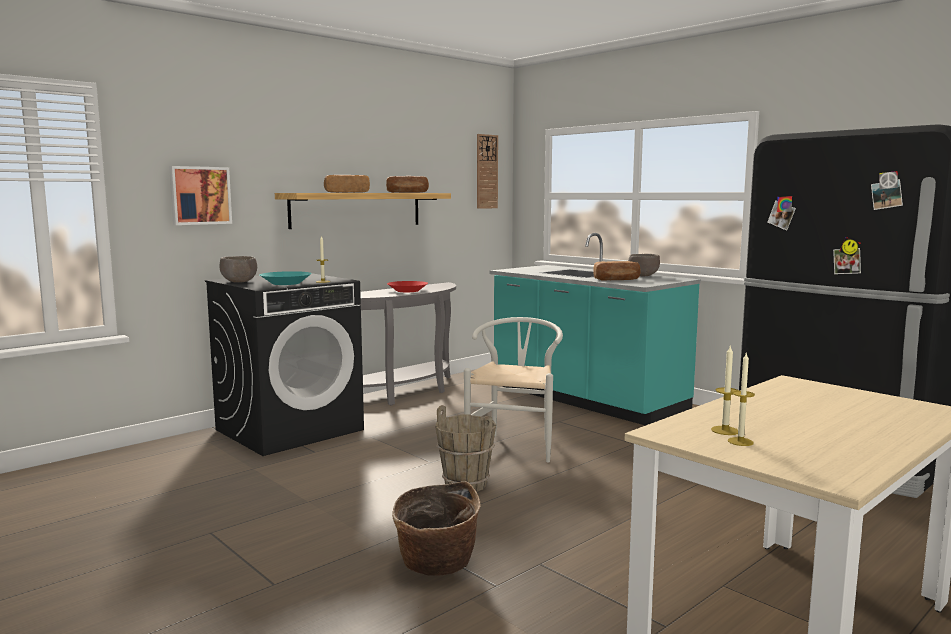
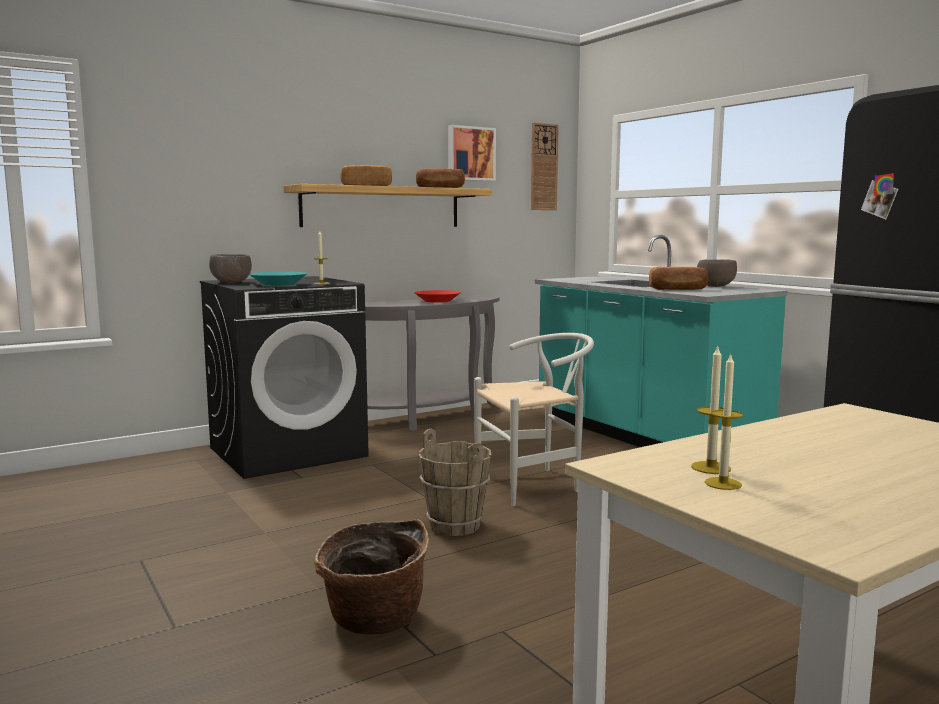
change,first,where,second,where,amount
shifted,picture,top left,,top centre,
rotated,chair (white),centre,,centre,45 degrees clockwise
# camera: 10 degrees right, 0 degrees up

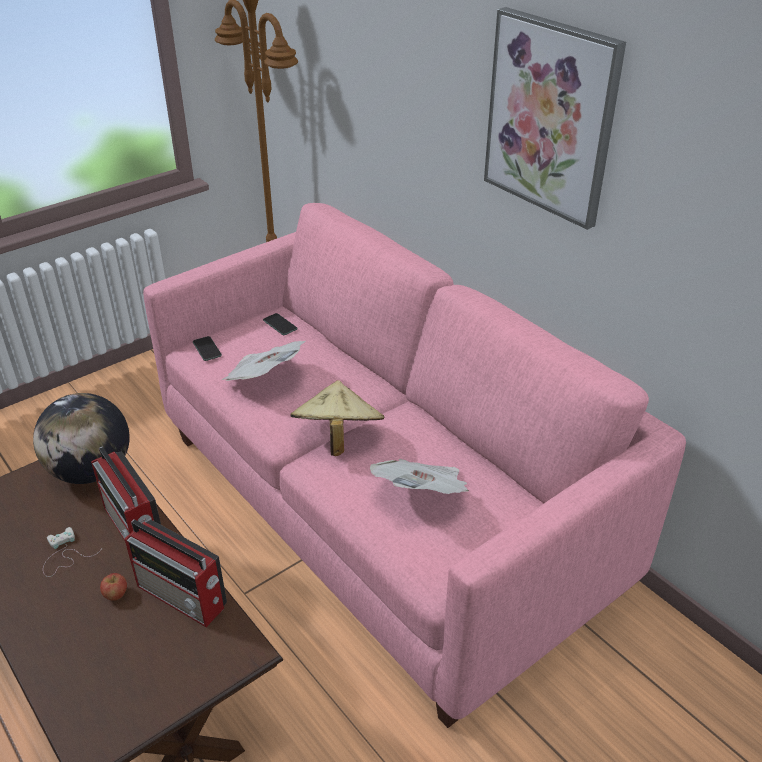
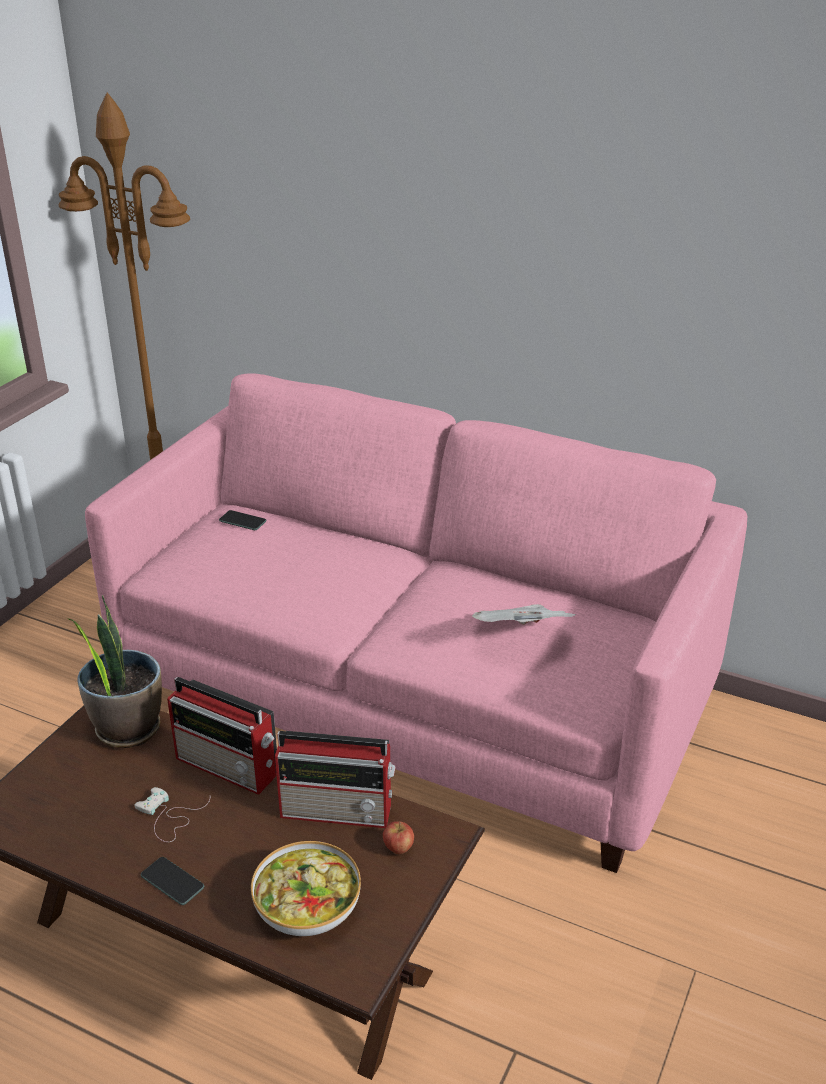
change,first,where,second,where,amount
swapped,globe,middle left,potted plant,middle left,
shifted,phone (no. 1 from left),middle left,,bottom left,
new,,,bowl,bottom centre,
shifted,apple,bottom left,,bottom centre,
gone,newspaper (no. 1 from left),centre,,,
gone,hat (beige),centre,,,
gone,picture,top right,,,
# camera: 25 degrees left, 5 degrees down

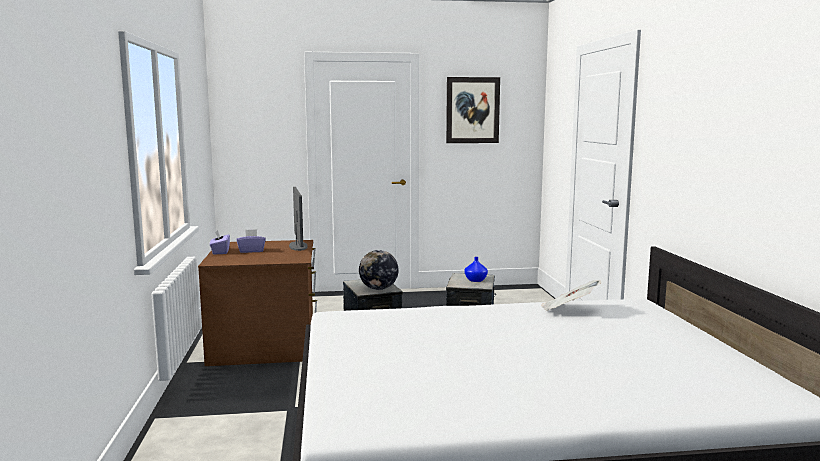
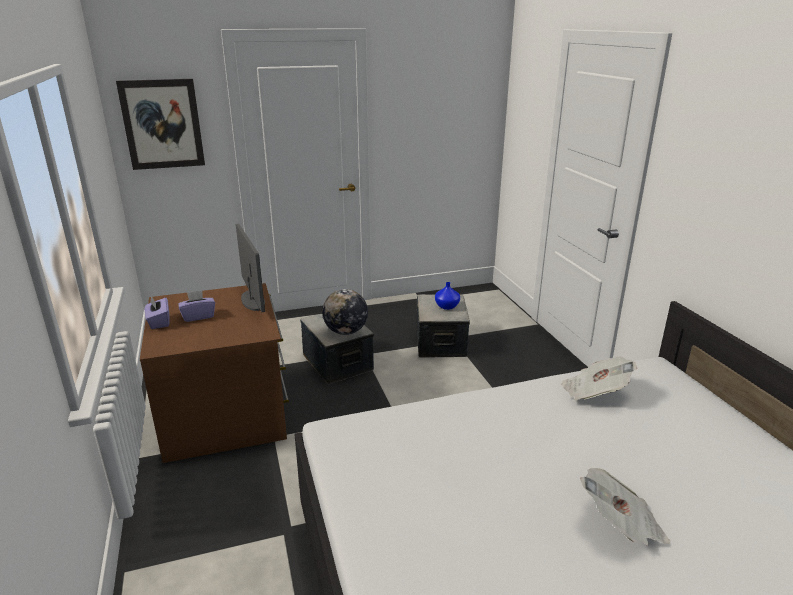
change,first,where,second,where,amount
shifted,picture,top centre,,top left,
new,,,newspaper (no. 2 from left),bottom right,
# camera: 10 degrees left, 15 degrees up

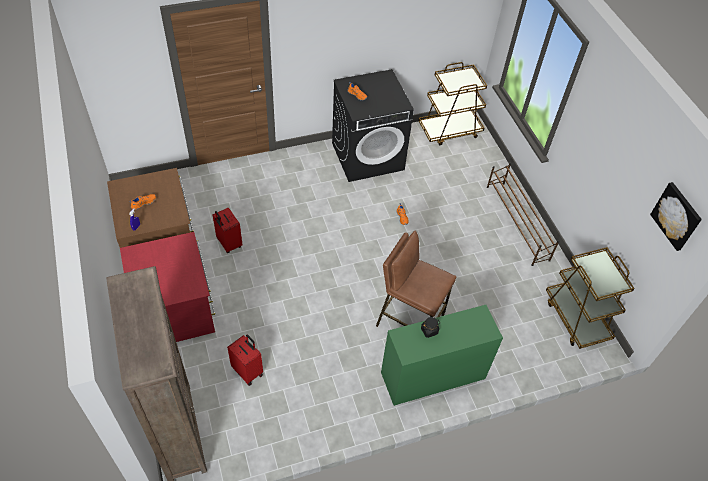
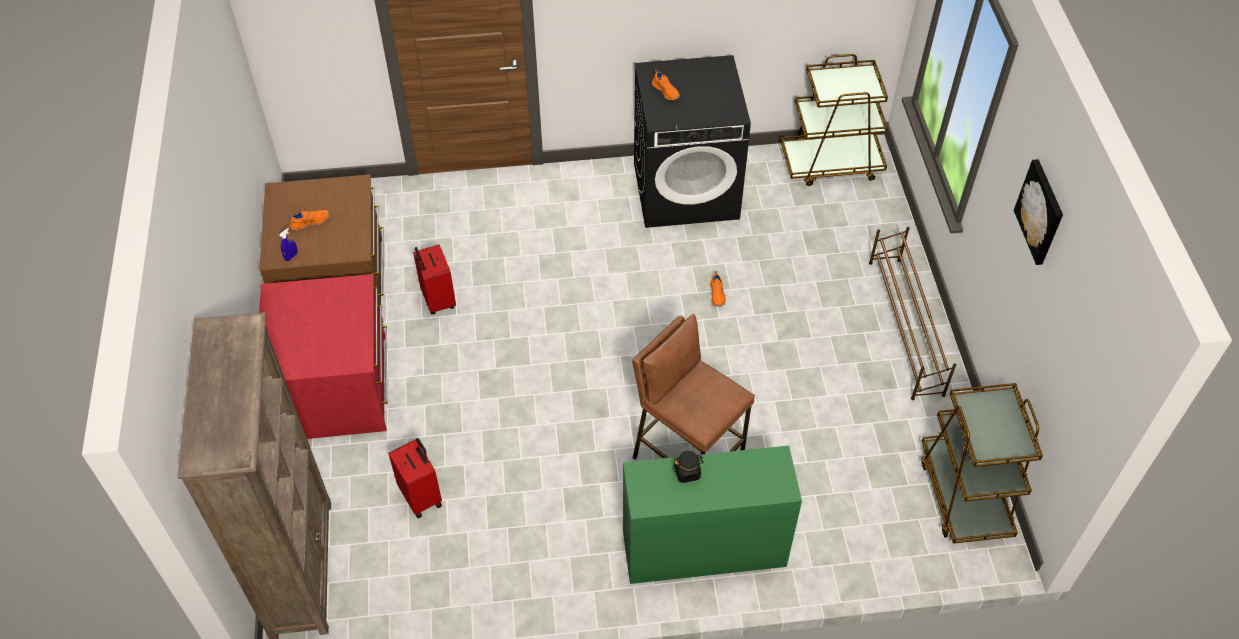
change,first,where,second,where,amount
shifted,picture,middle right,,top right,
# camera: 15 degrees right, 0 degrees up

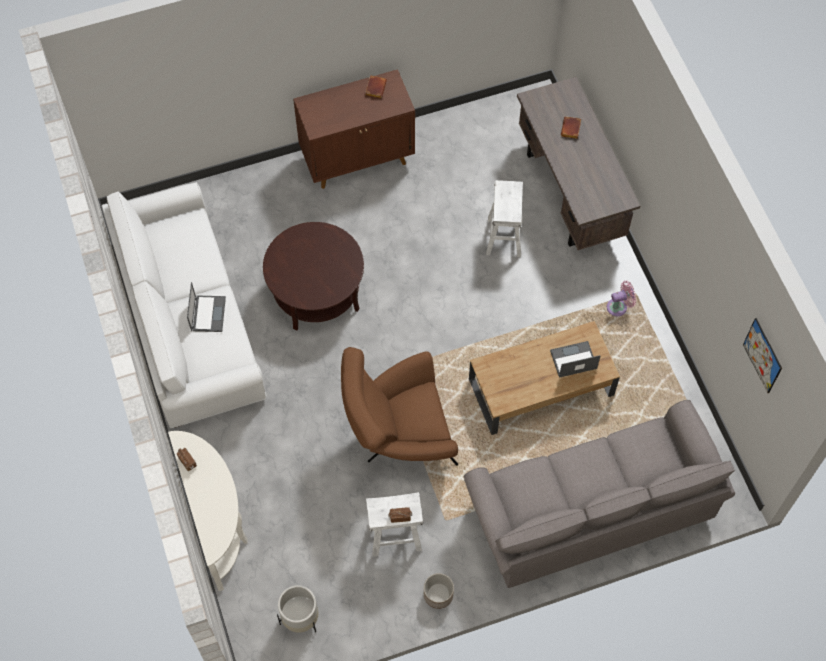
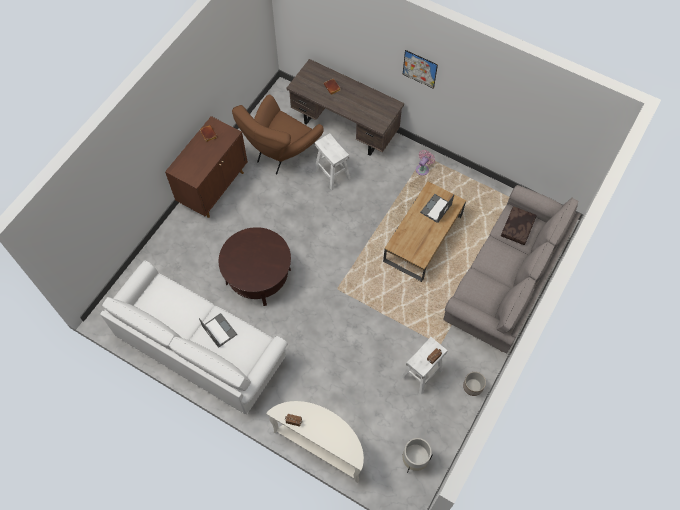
change,first,where,second,where,amount
shifted,armchair (brown),centre,,top centre,
shifted,picture,middle right,,top centre,
new,,,pillow (brown),middle right,
# camera: 40 degrees left, 0 degrees up

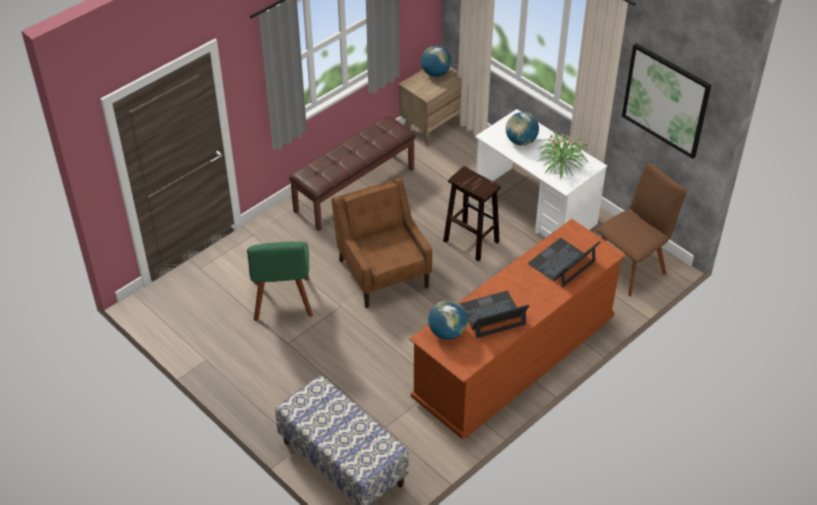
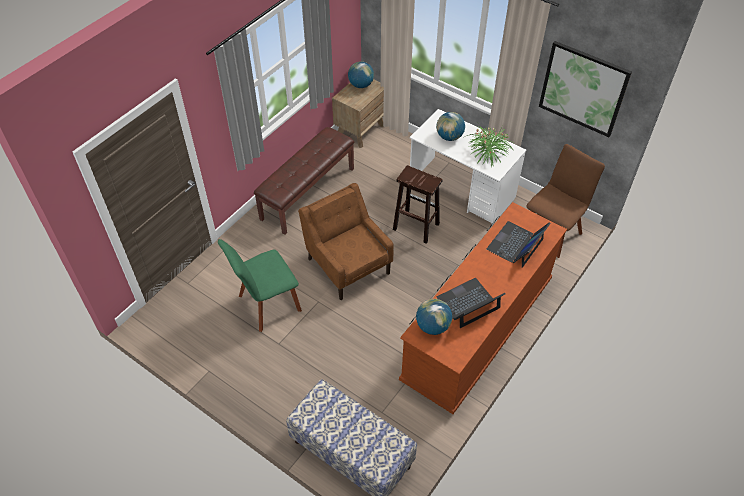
change,first,where,second,where,amount
rotated,chair (green),centre,,centre,75 degrees clockwise
# camera: 10 degrees left, 5 degrees up

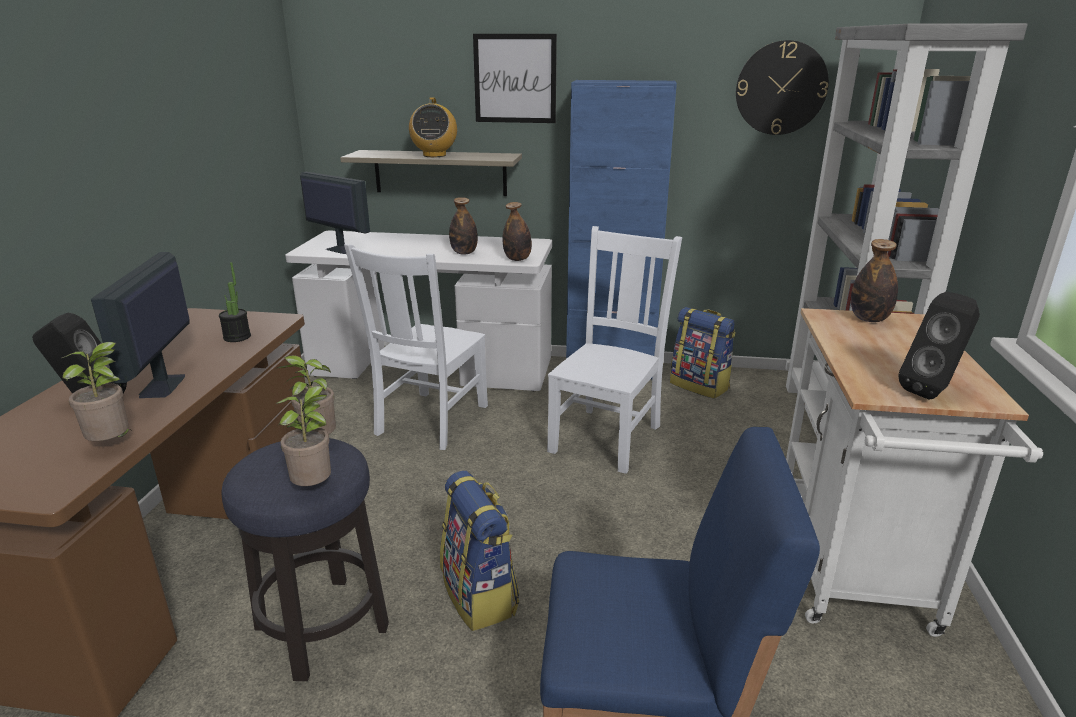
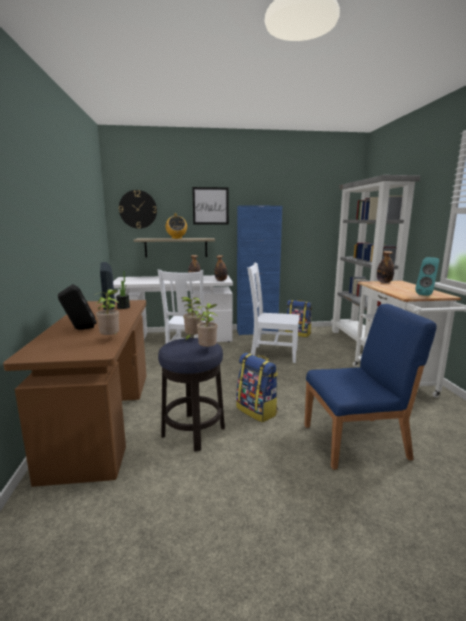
change,first,where,second,where,amount
shifted,wall clock,top right,,middle left,
rotated,chair (white) (no. 2 from left),centre,,centre,90 degrees counterclockwise
repainted,speaker (black) (no. 2 from left),middle right,speaker (turquoise),middle right,
gone,monitor (no. 2 from left),top left,,,
# camera: 15 degrees left, 10 degrees down

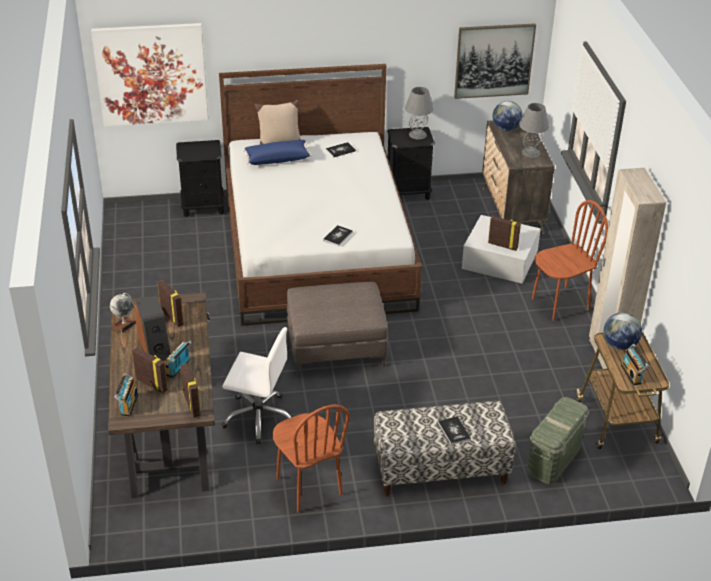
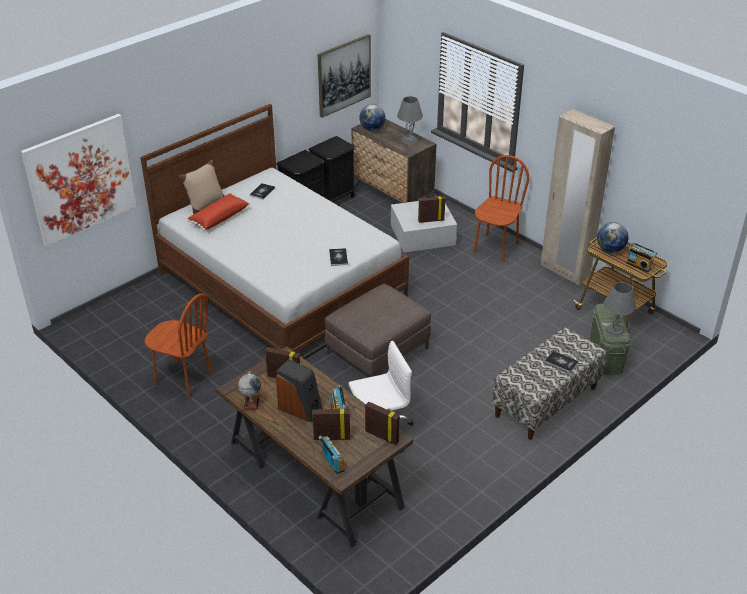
change,first,where,second,where,amount
shifted,chair (brown) (no. 1 from left),bottom centre,,middle left,
repainted,pillow (blue),top centre,pillow (red),middle left,
shifted,nightstand (black) (no. 1 from left in the first image),top left,nightstand (black) (no. 2 from left),top centre,
shifted,table lamp (grey) (no. 1 from left in the first image),top centre,table lamp (grey) (no. 2 from left),middle right,
# camera: 35 degrees left, 0 degrees up

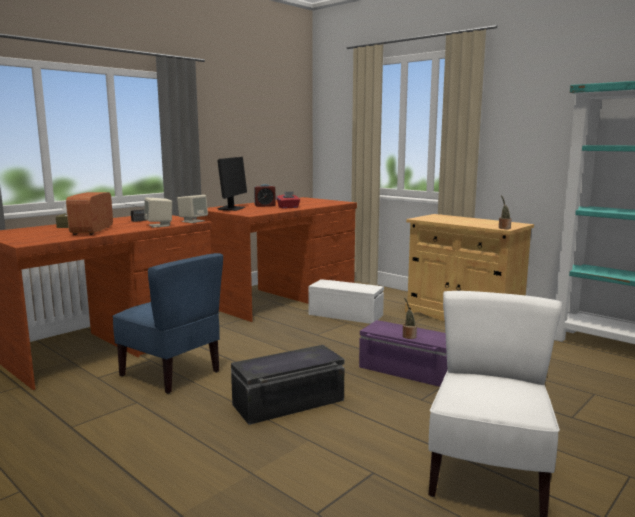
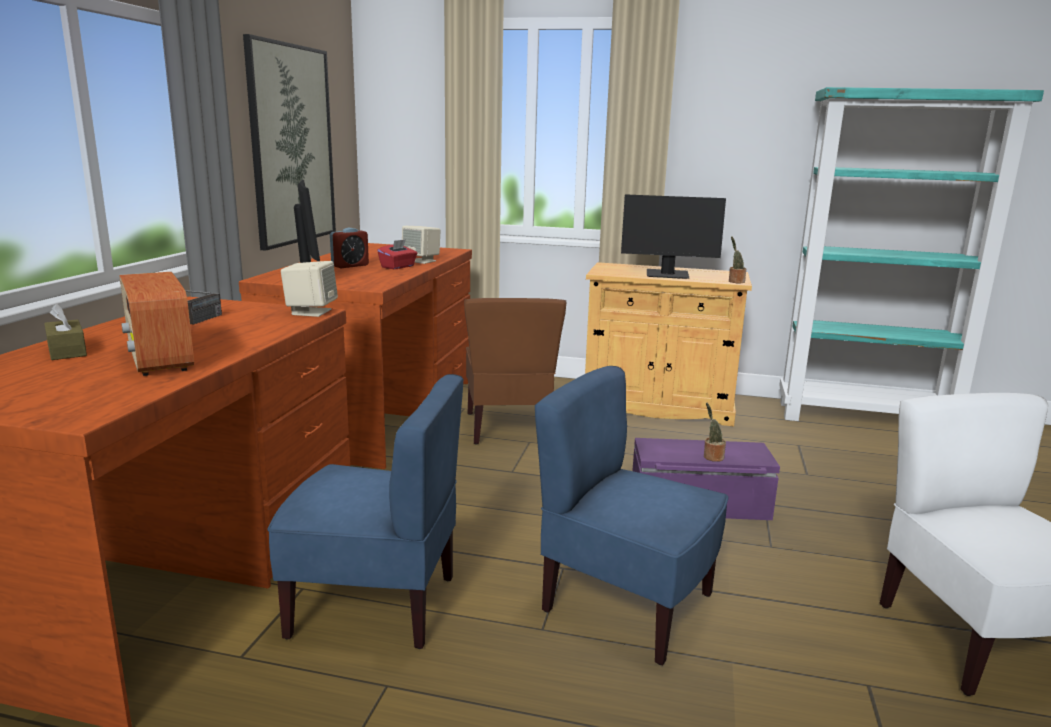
change,first,where,second,where,amount
new,,,picture,top left,
shifted,speaker (beige) (no. 1 from left in the first image),middle left,speaker (beige) (no. 2 from left),centre,
swapped,storage box (white),centre,chair (brown),centre,
swapped,storage box (black),bottom centre,chair (blue) (no. 2 from left),bottom centre,
new,,,monitor (no. 2 from left),top centre,
# camera: 30 degrees left, 5 degrees up

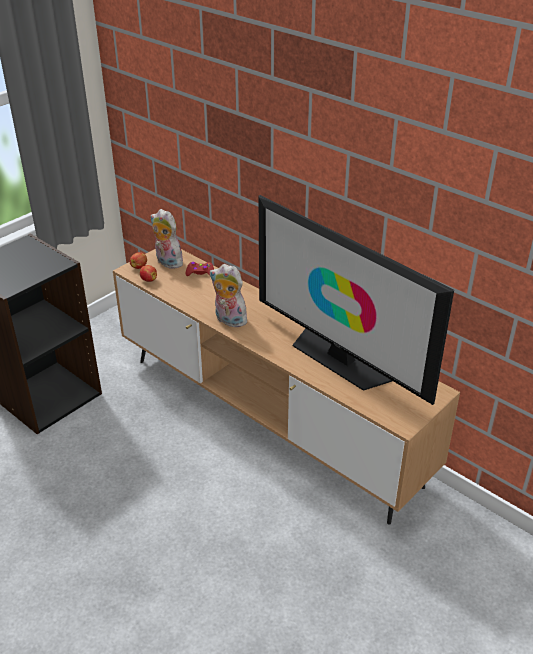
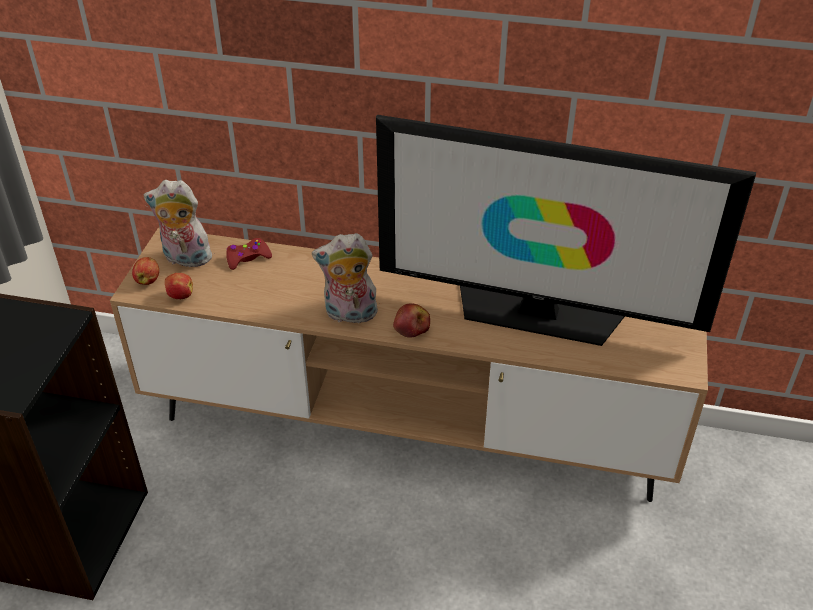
change,first,where,second,where,amount
new,,,apple (no. 3 from left),centre,
# camera: 30 degrees left, 5 degrees up

